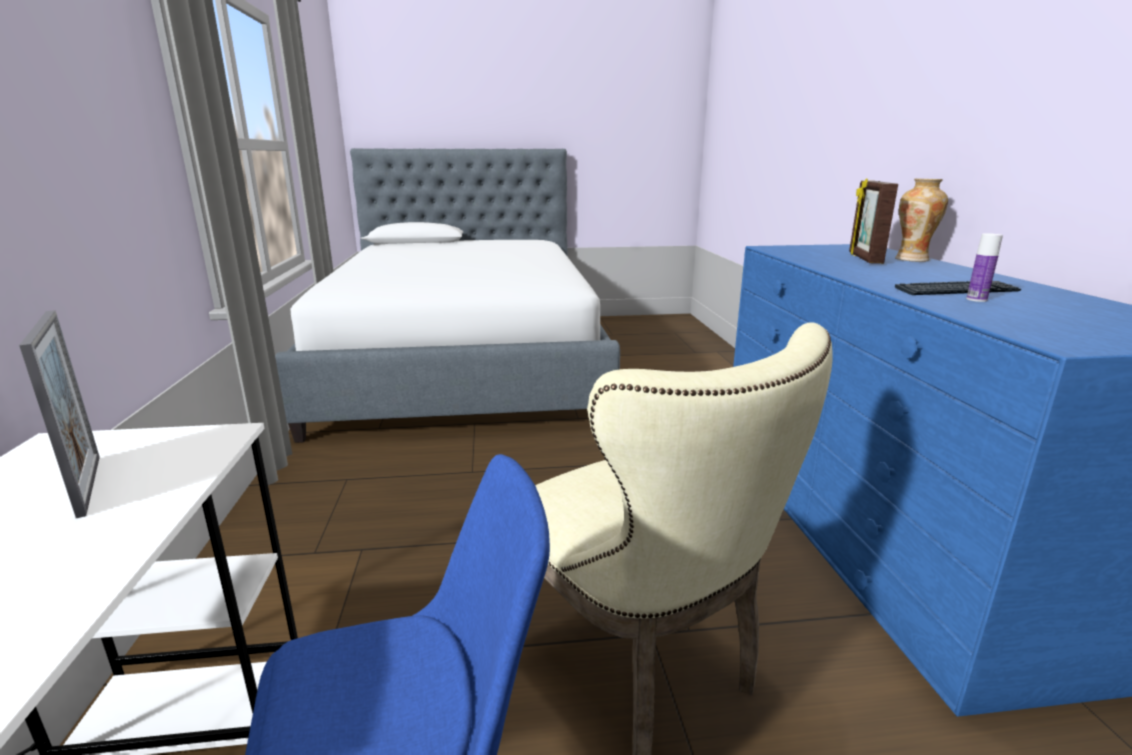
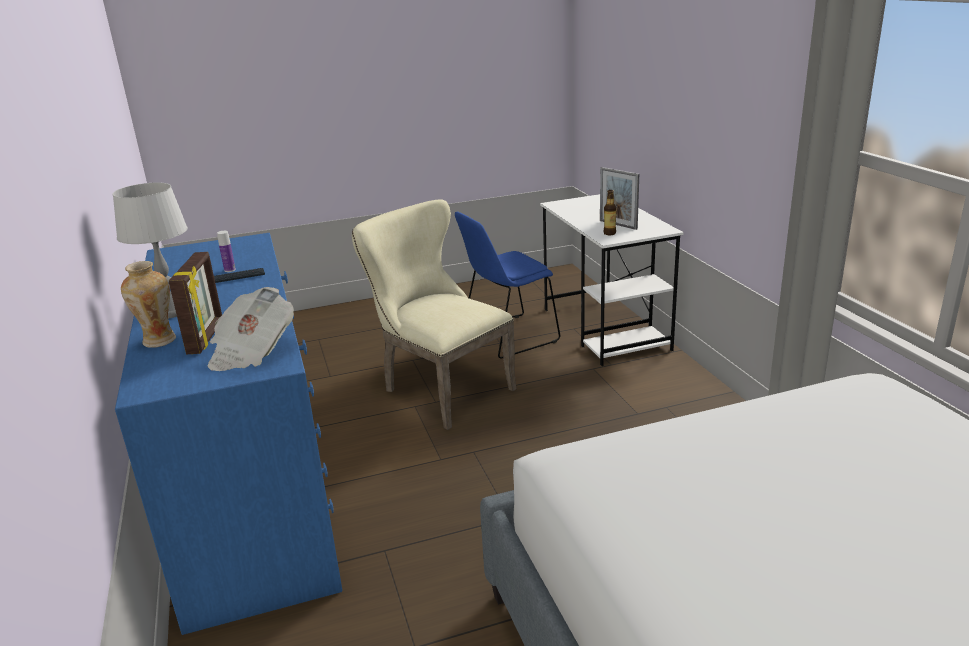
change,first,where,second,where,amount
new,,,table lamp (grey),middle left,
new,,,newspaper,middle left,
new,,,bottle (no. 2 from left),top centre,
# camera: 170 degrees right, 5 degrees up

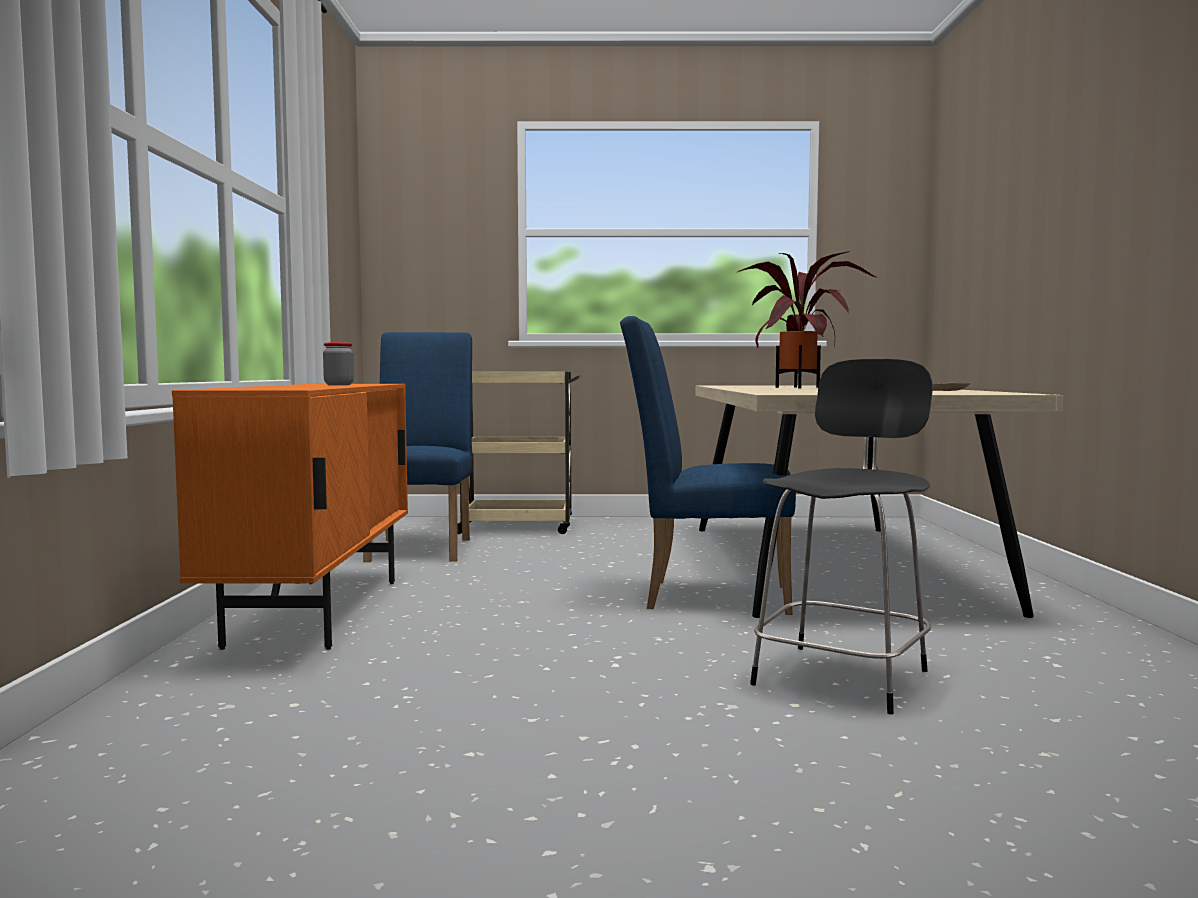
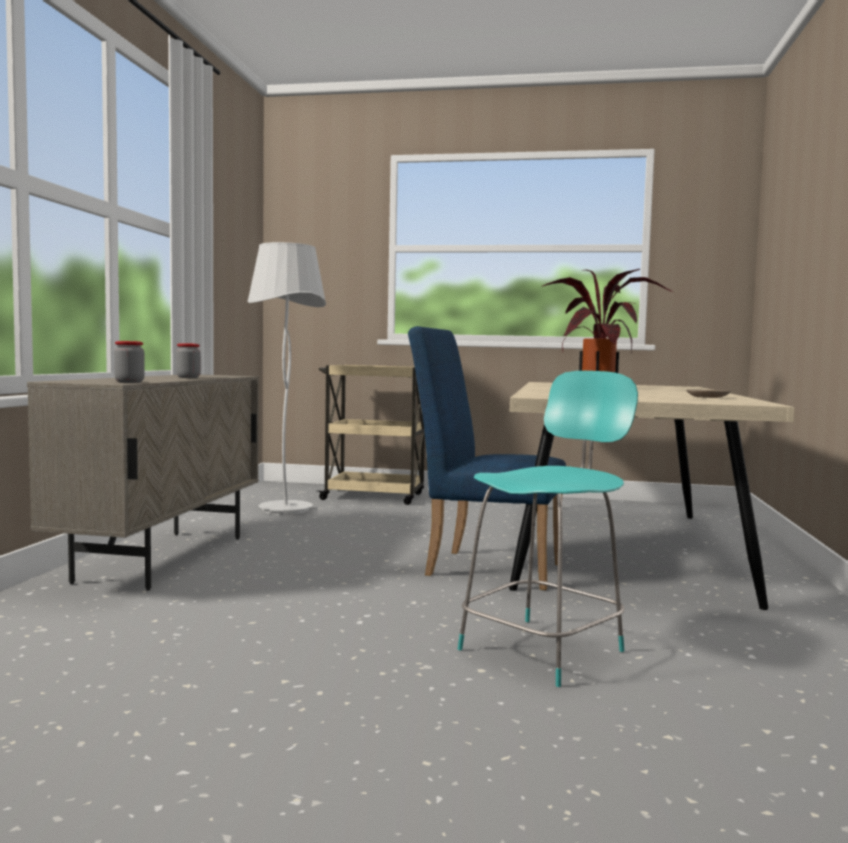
change,first,where,second,where,amount
repainted,cabinet (orange),middle left,cabinet (beige),middle left,
new,,,jar (no. 1 from left),middle left,
swapped,chair (blue) (no. 1 from left),centre,floor lamp (white),centre,
repainted,stool (black),middle right,stool (turquoise),centre,
# camera: 10 degrees right, 0 degrees up

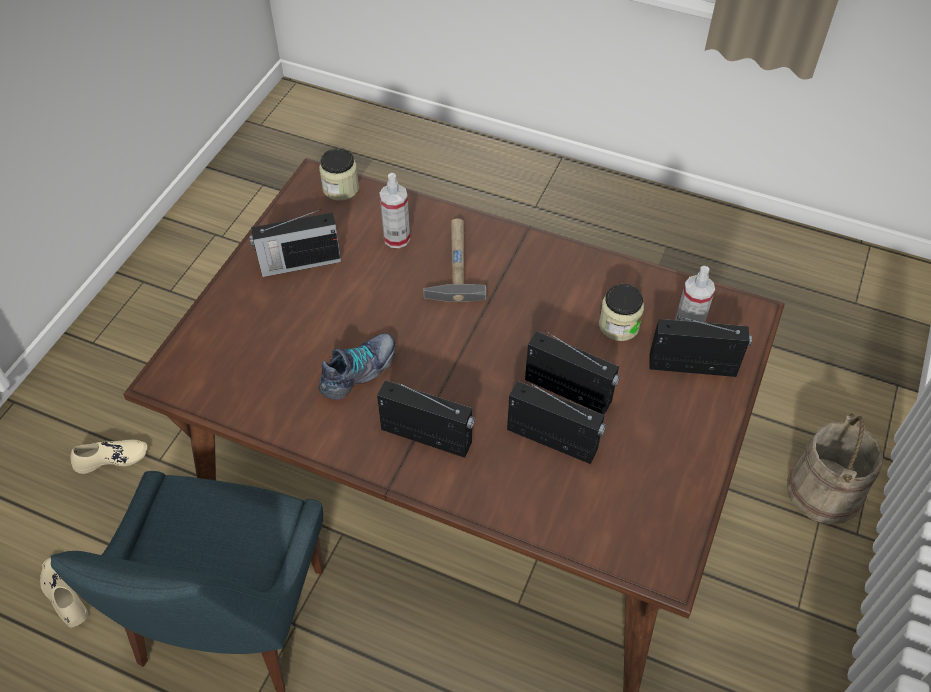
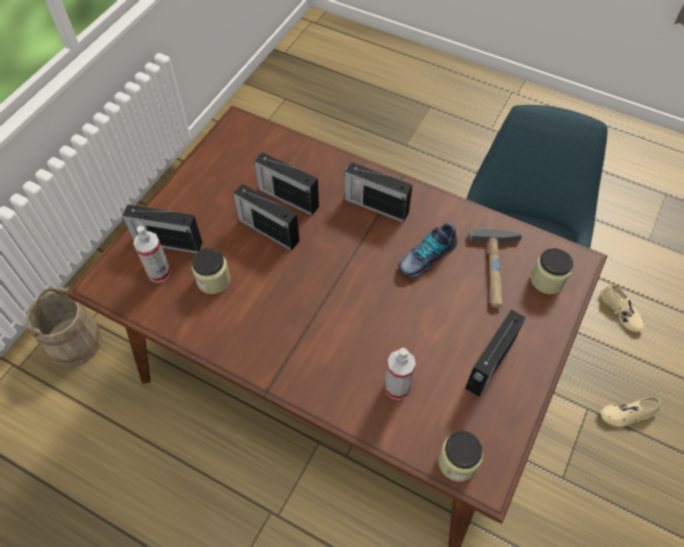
change,first,where,second,where,amount
rotated,radio (no. 1 from left in the first image),middle left,radio (no. 5 from left),middle right,135 degrees clockwise
shifted,hammer,centre,,middle right,
new,,,jar (no. 3 from left),middle right,
# camera: 175 degrees left, 5 degrees up

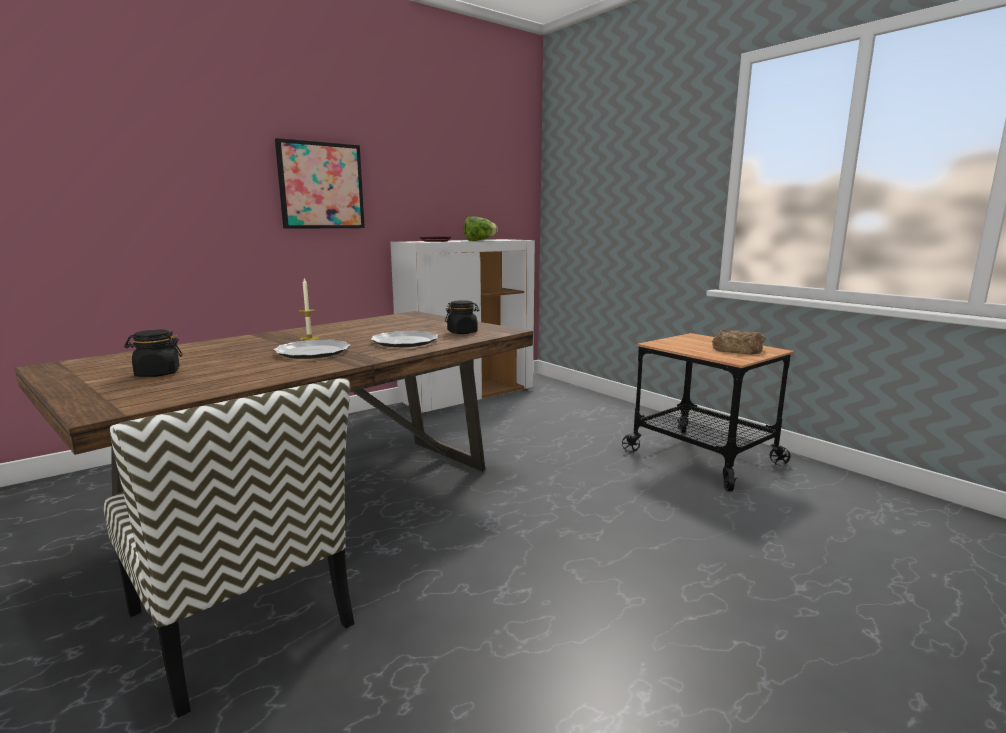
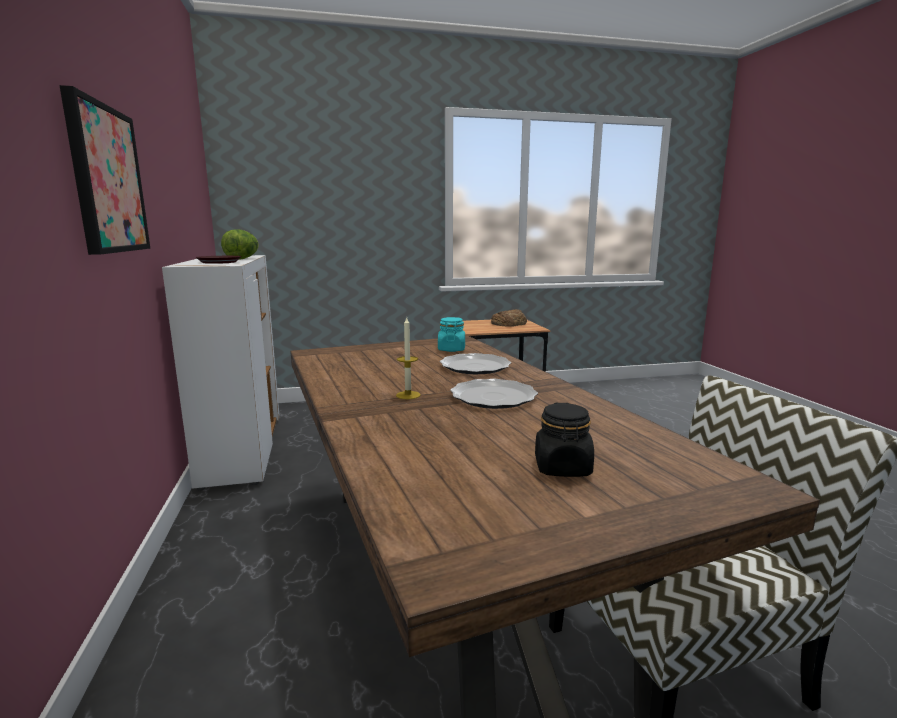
change,first,where,second,where,amount
repainted,jar (black) (no. 2 from left),centre,jar (turquoise),centre,
# camera: 65 degrees left, 0 degrees up

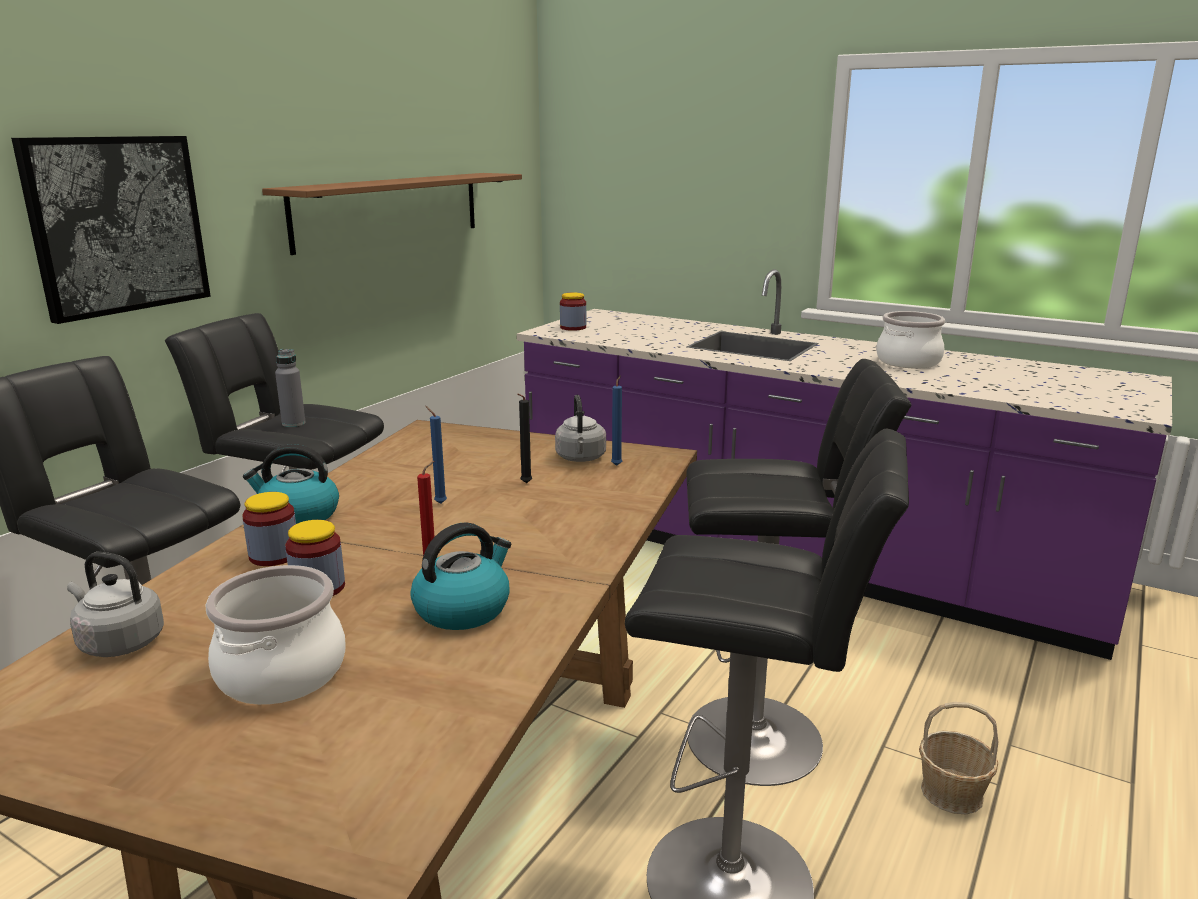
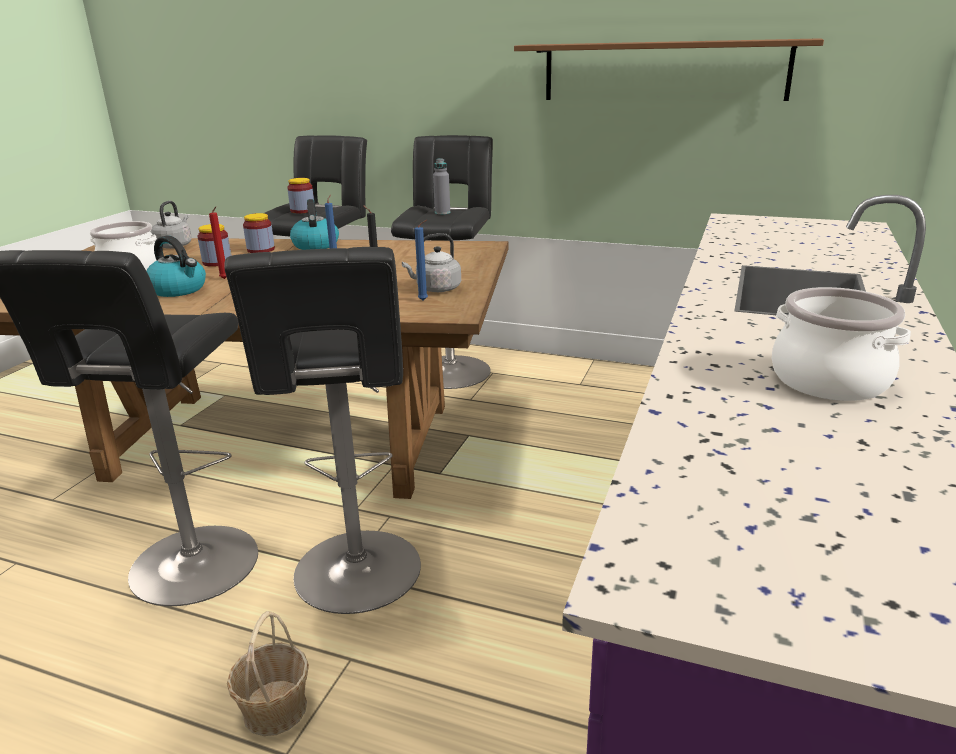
change,first,where,second,where,amount
shifted,jar (no. 3 from left),centre,,top left,
gone,picture,top left,,,
# camera: 80 degrees right, 5 degrees up

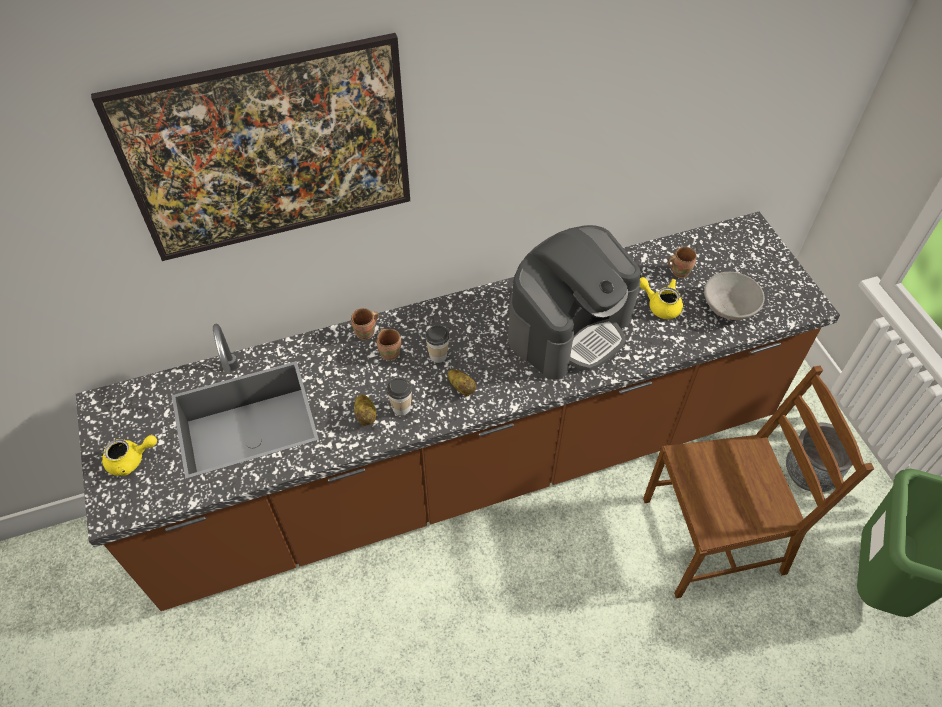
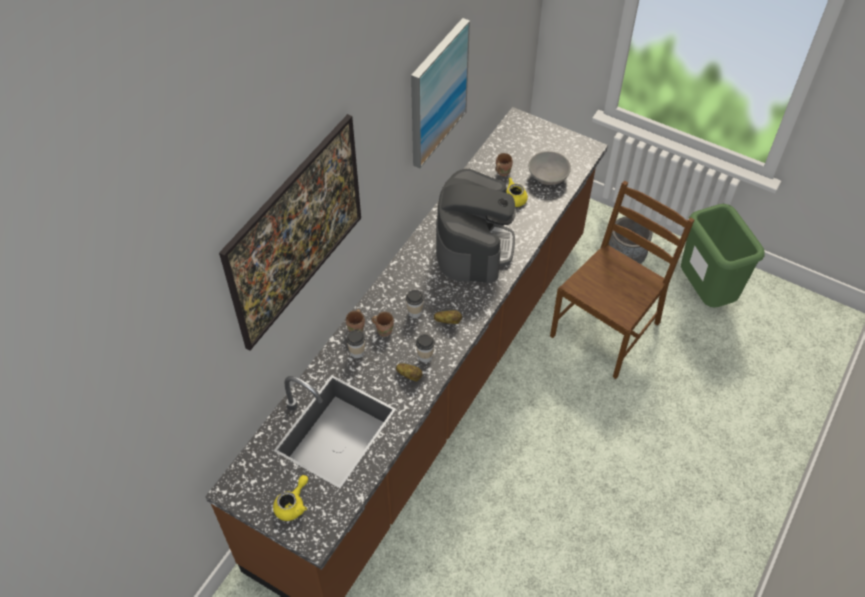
change,first,where,second,where,amount
new,,,cup (no. 1 from left),centre,
new,,,picture (no. 2 from left),top centre,
# camera: 40 degrees left, 0 degrees up

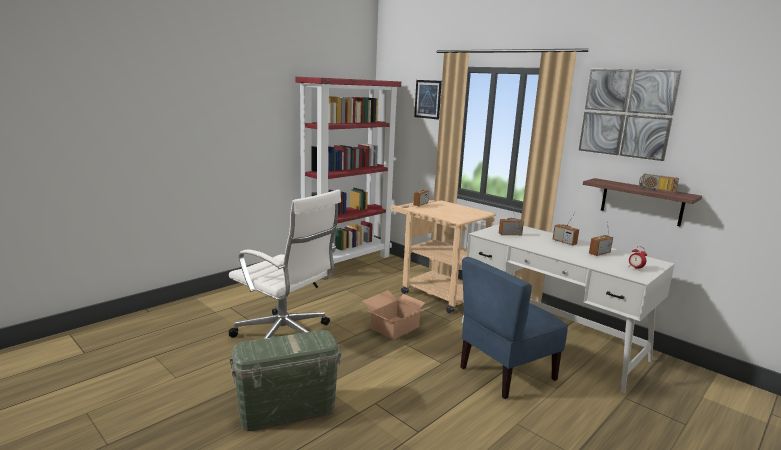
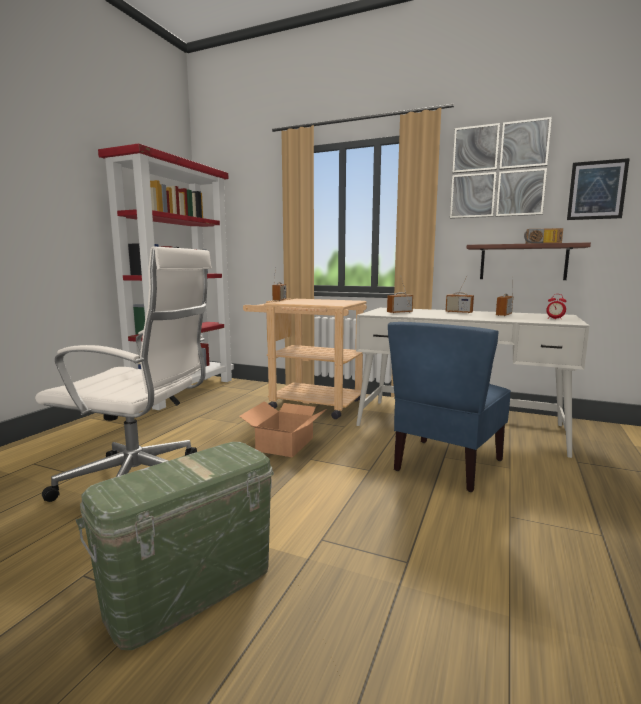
change,first,where,second,where,amount
shifted,picture (no. 1 from left in the first image),top centre,picture (no. 2 from left),top right,
# camera: 20 degrees left, 5 degrees down

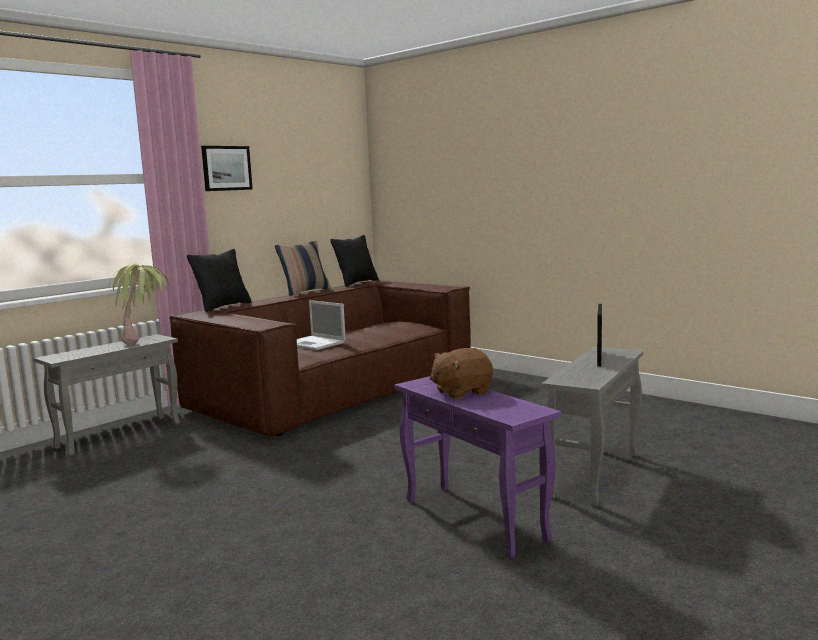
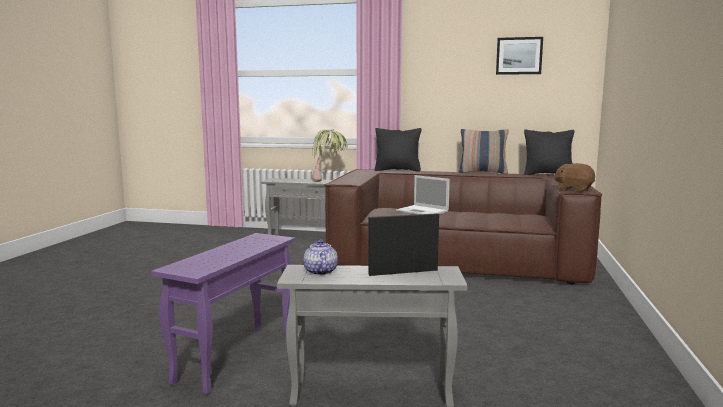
change,first,where,second,where,amount
new,,,teapot,centre,
rotated,laptop,centre,,centre,60 degrees counterclockwise
shifted,picture,top left,,top right,
shifted,plush toy (brown),centre,,middle right,
# camera: 60 degrees right, 0 degrees up

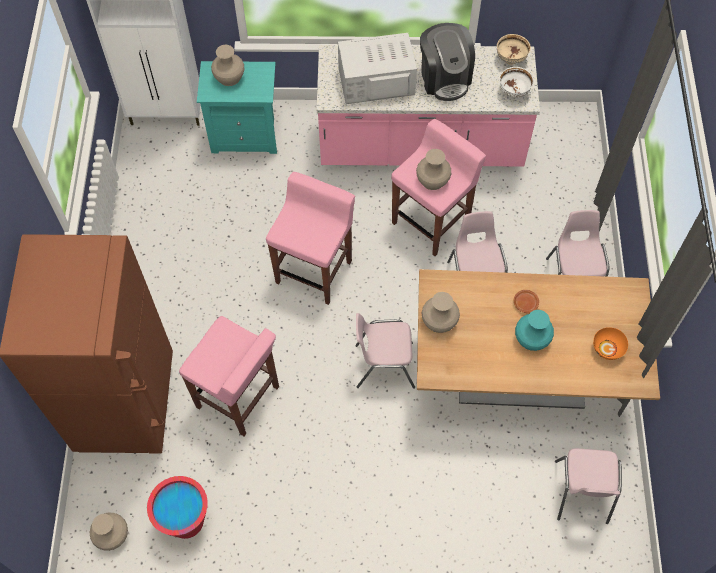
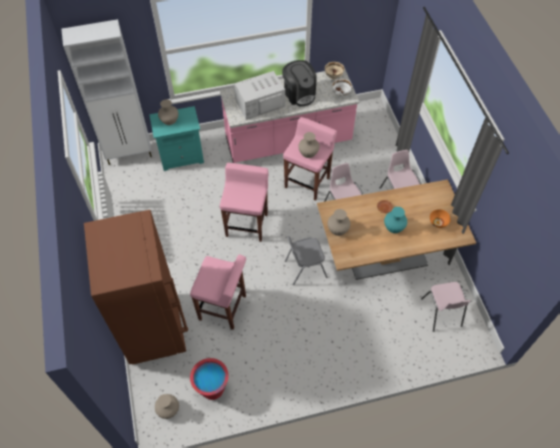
change,first,where,second,where,amount
repainted,chair (pink) (no. 1 from left),centre,chair (grey),centre,
# camera: 15 degrees left, 5 degrees down

